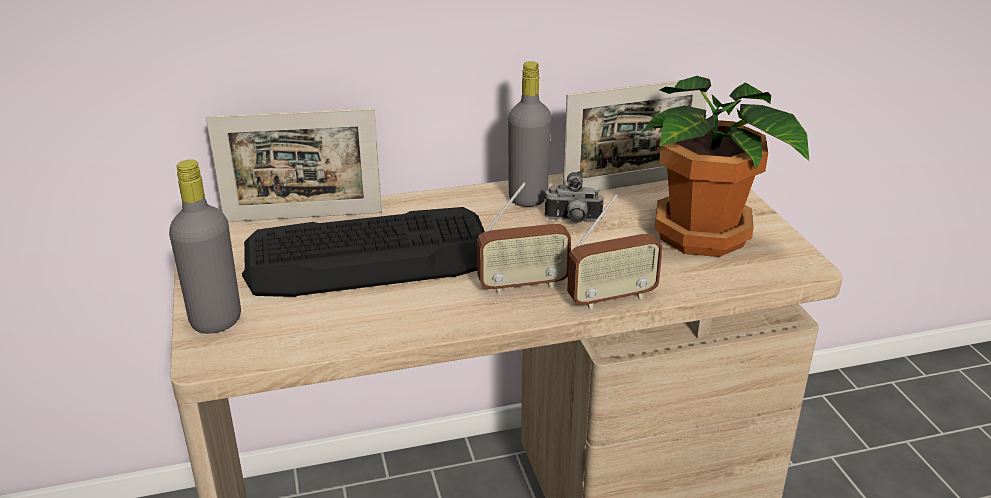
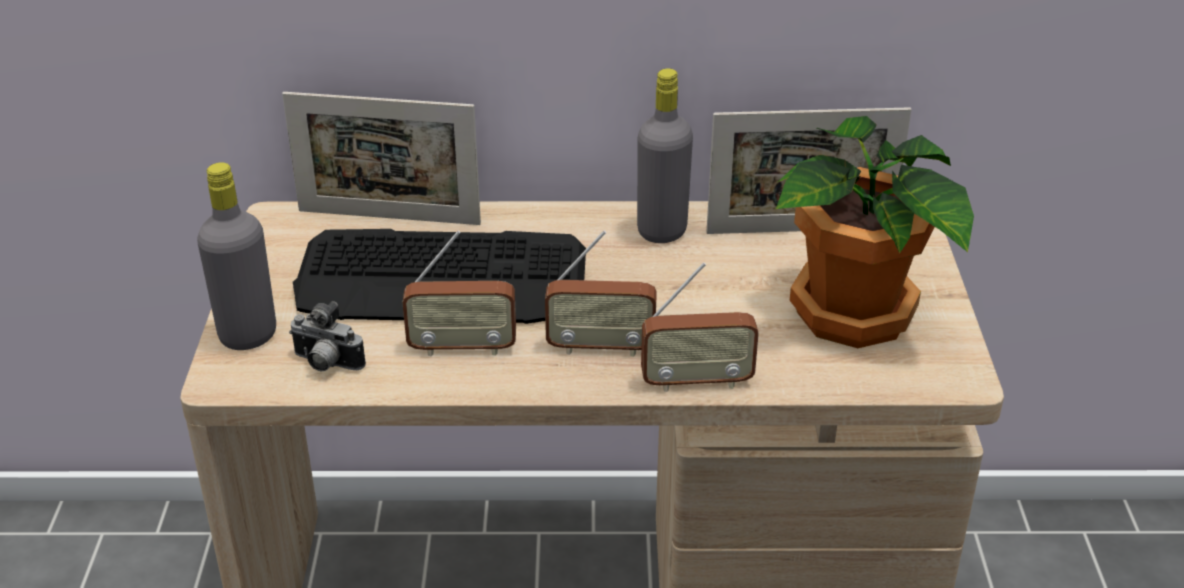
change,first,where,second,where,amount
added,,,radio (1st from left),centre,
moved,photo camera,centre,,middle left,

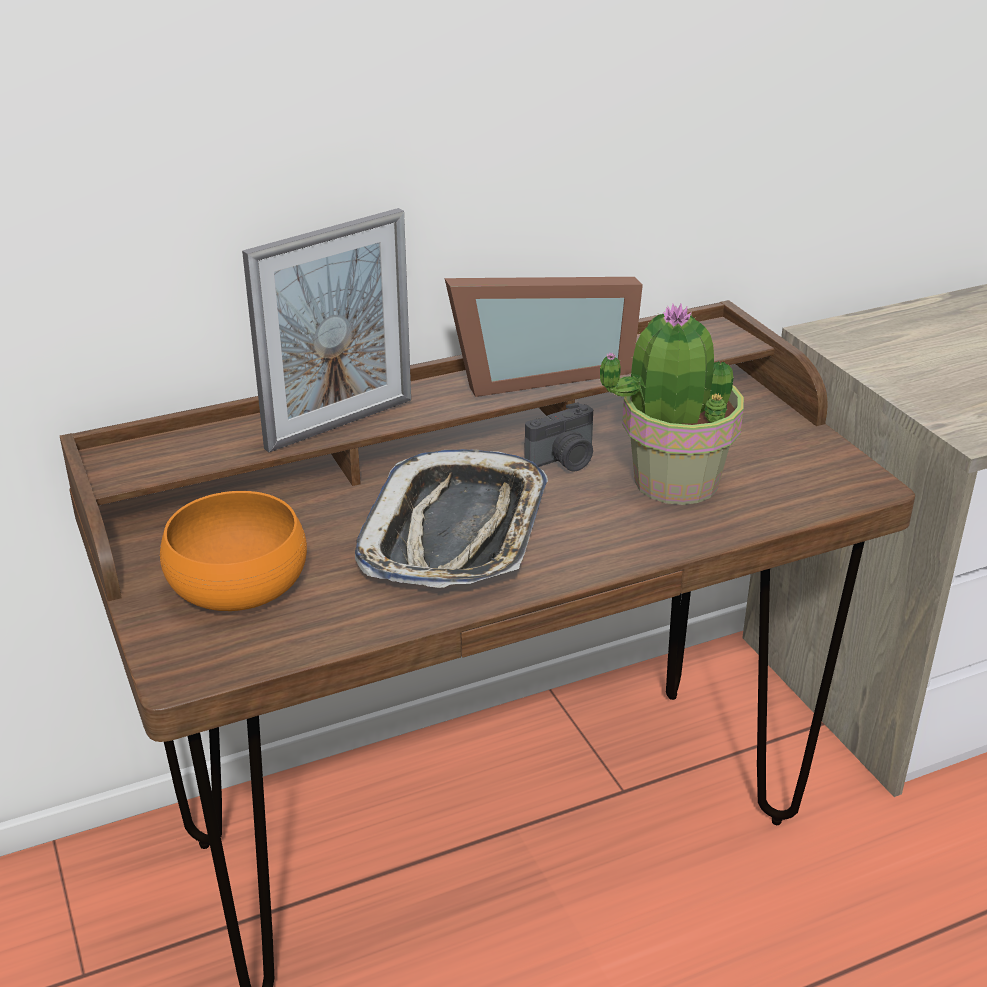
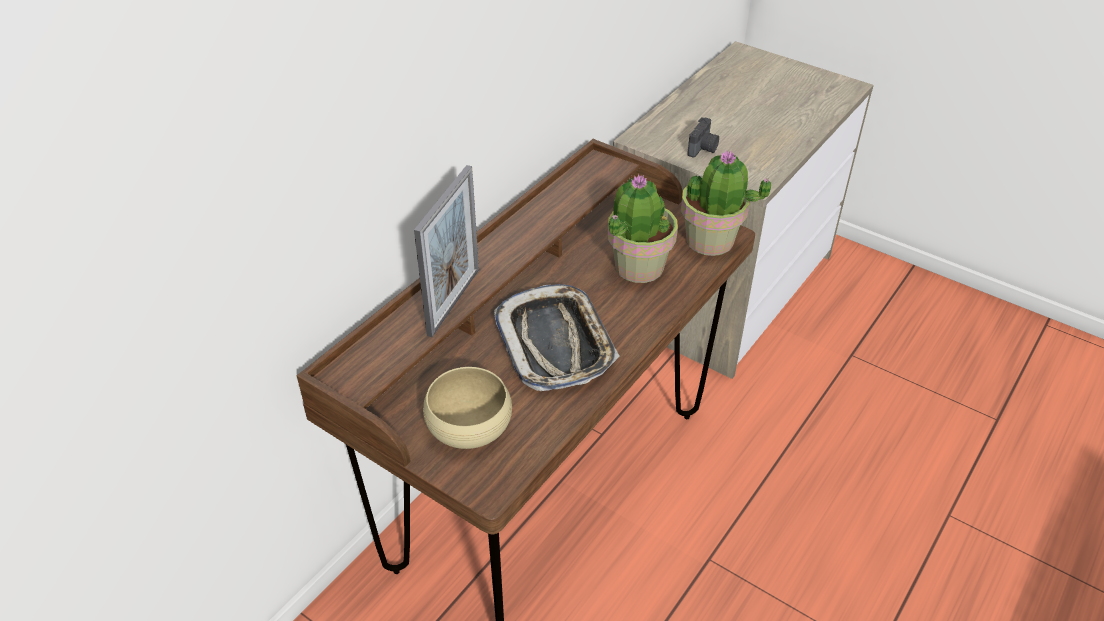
change,first,where,second,where,amount
removed,picture frame (2nd from left),centre,,,
added,,,potted plant (2nd from left),top centre,
moved,photo camera,centre,,top centre,
recoloured,orange bowl,middle left,beige bowl,centre,

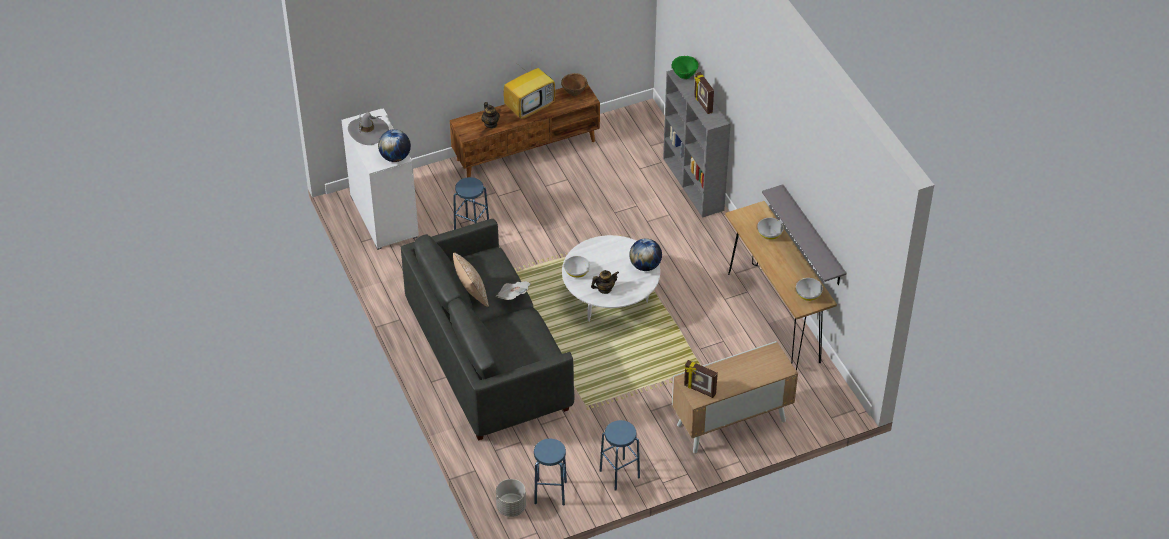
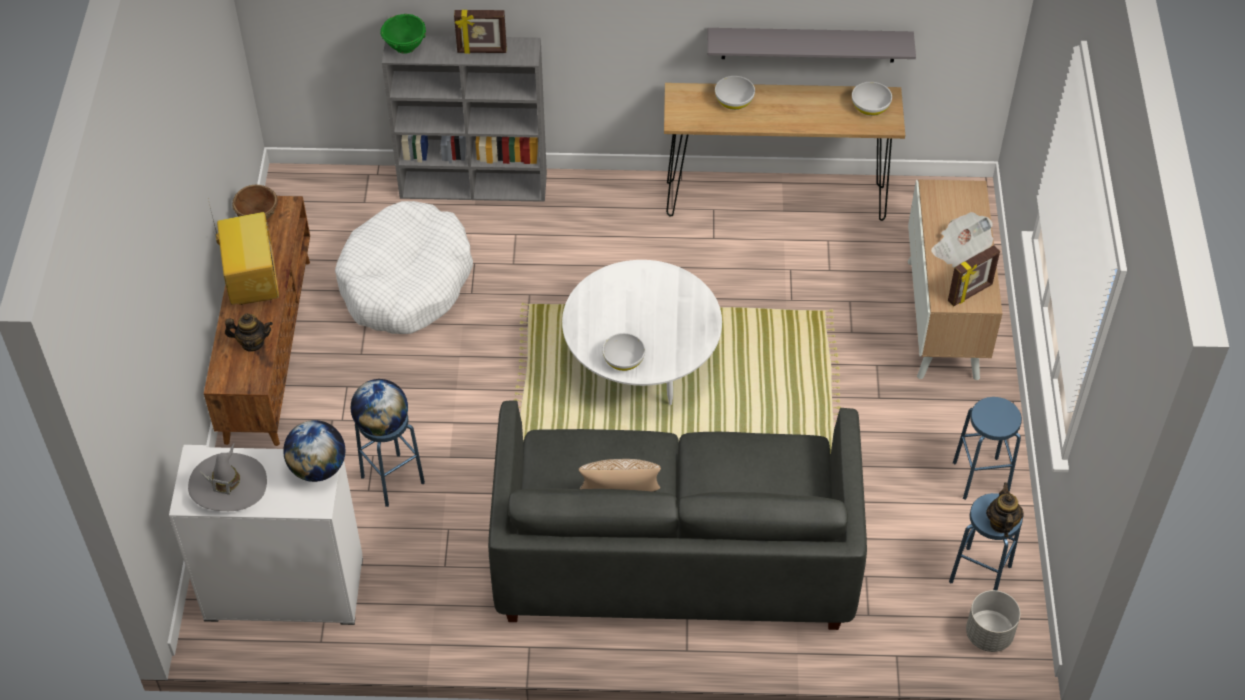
change,first,where,second,where,amount
added,,,white dog bed,middle left,
moved,newspaper,centre,,middle right,
moved,teapot (2nd from left),centre,,bottom right,
moved,globe (2nd from left),centre,,middle left,

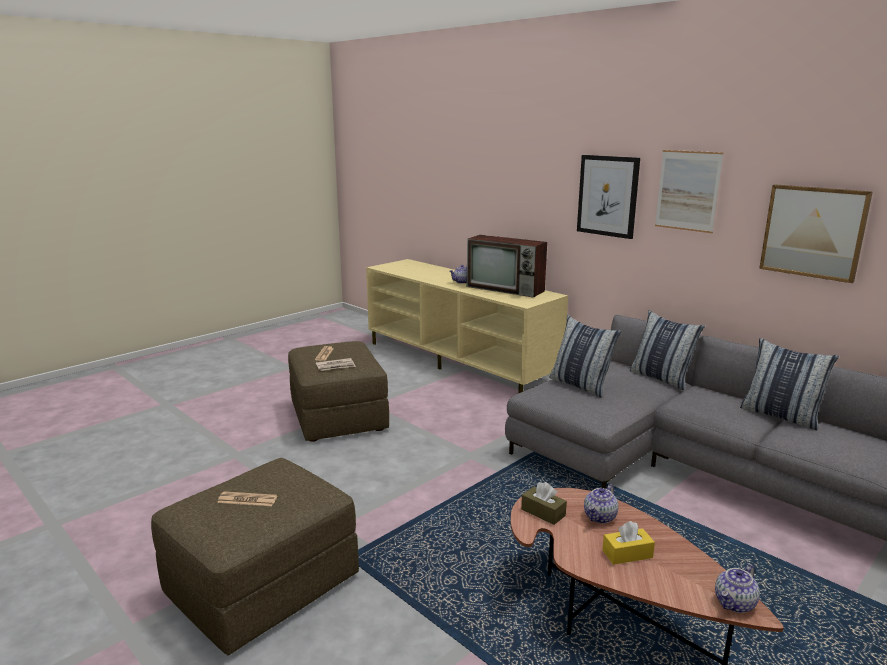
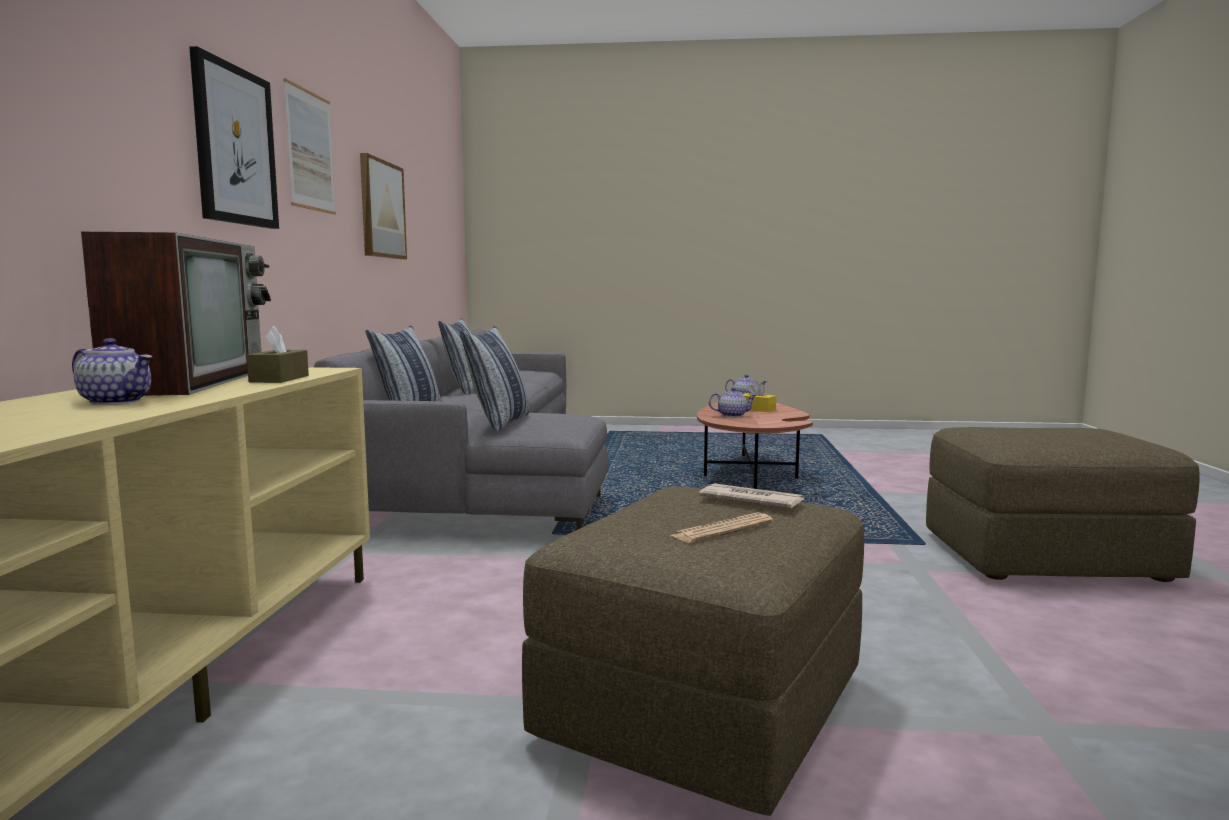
change,first,where,second,where,amount
removed,newspaper (1st from left),bottom left,,,
moved,brown tissue box,bottom centre,,middle left,

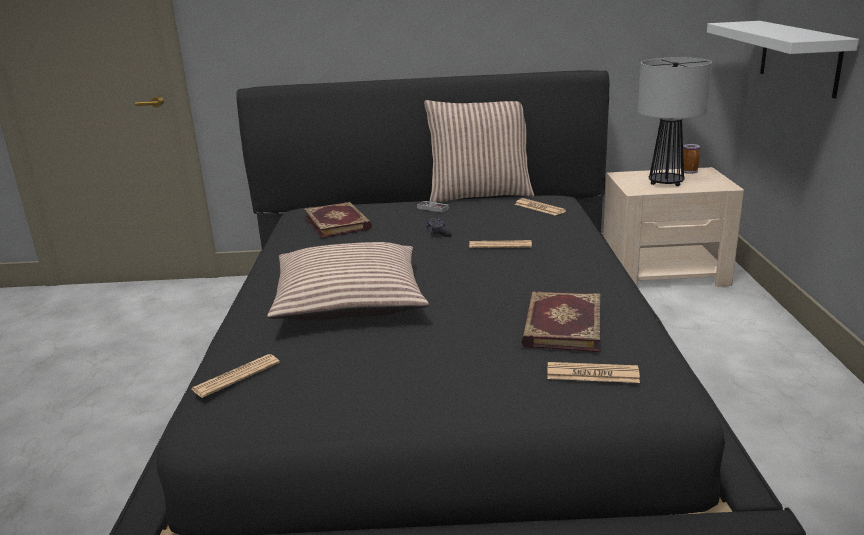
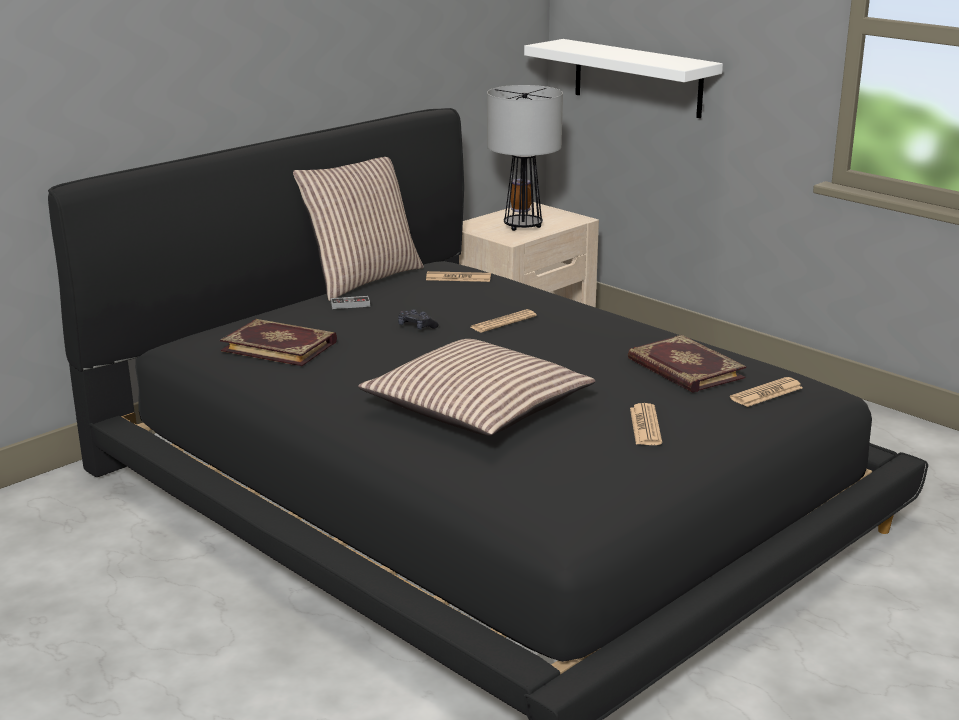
change,first,where,second,where,amount
moved,newspaper (1st from left in the first image),bottom left,newspaper (3rd from left),middle right,

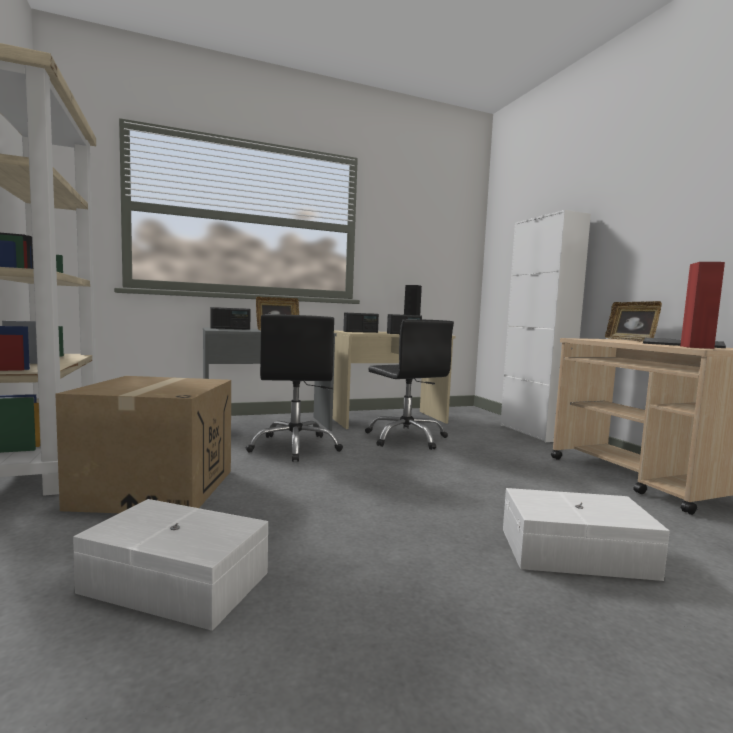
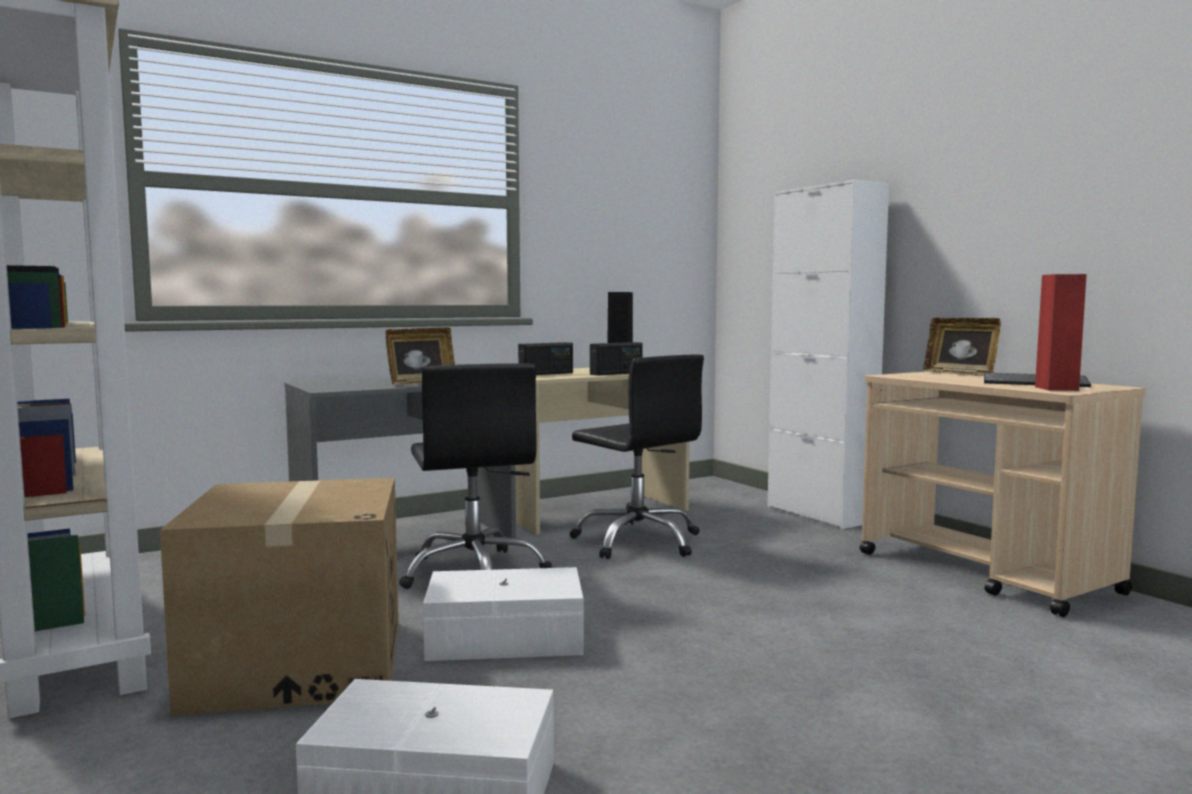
change,first,where,second,where,amount
removed,radio (1st from left),middle left,,,
moved,white storage box (2nd from left),bottom right,,bottom centre,

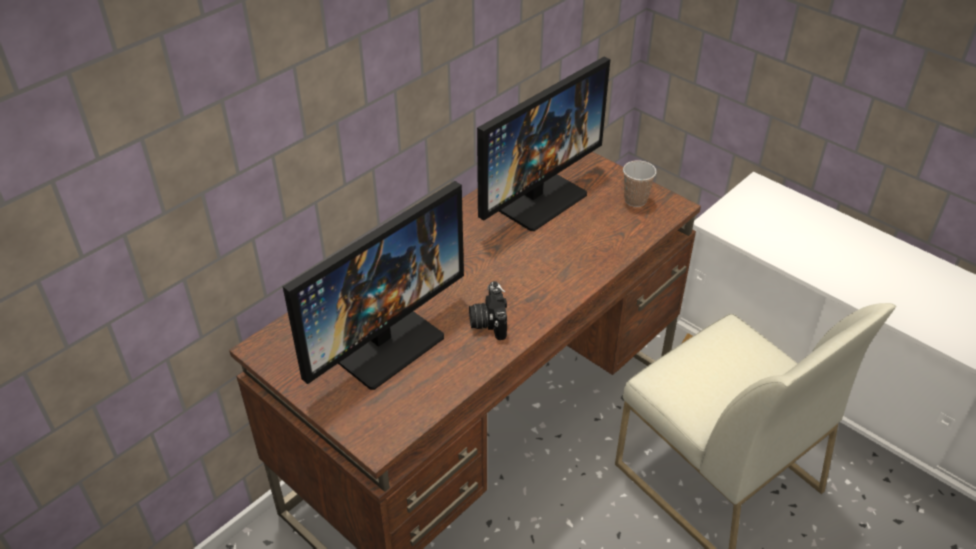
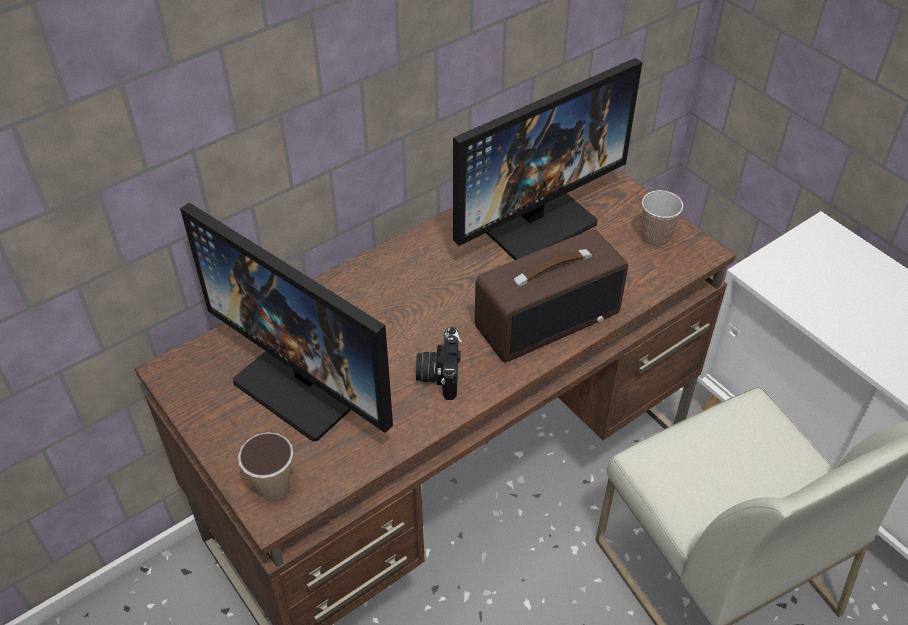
change,first,where,second,where,amount
added,,,cup (1st from left),bottom left,
added,,,radio,centre,
turned,monitor (1st from left),centre,,middle left,75 degrees clockwise

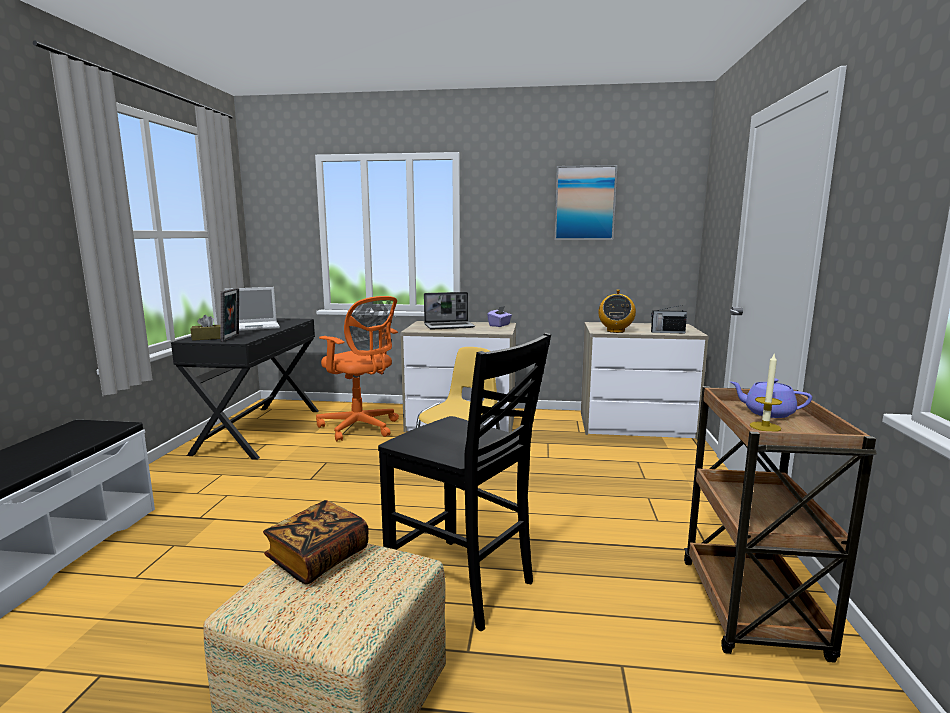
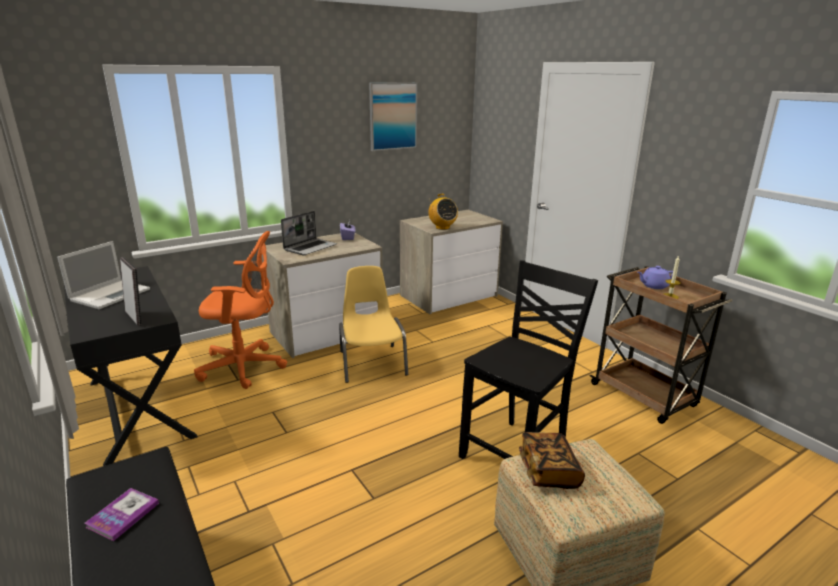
change,first,where,second,where,amount
removed,brown tissue box,middle left,,,
removed,radio (2nd from left),middle right,,,
added,,,book (1st from left),bottom left,
turned,black chair,bottom centre,,centre,45 degrees counterclockwise

